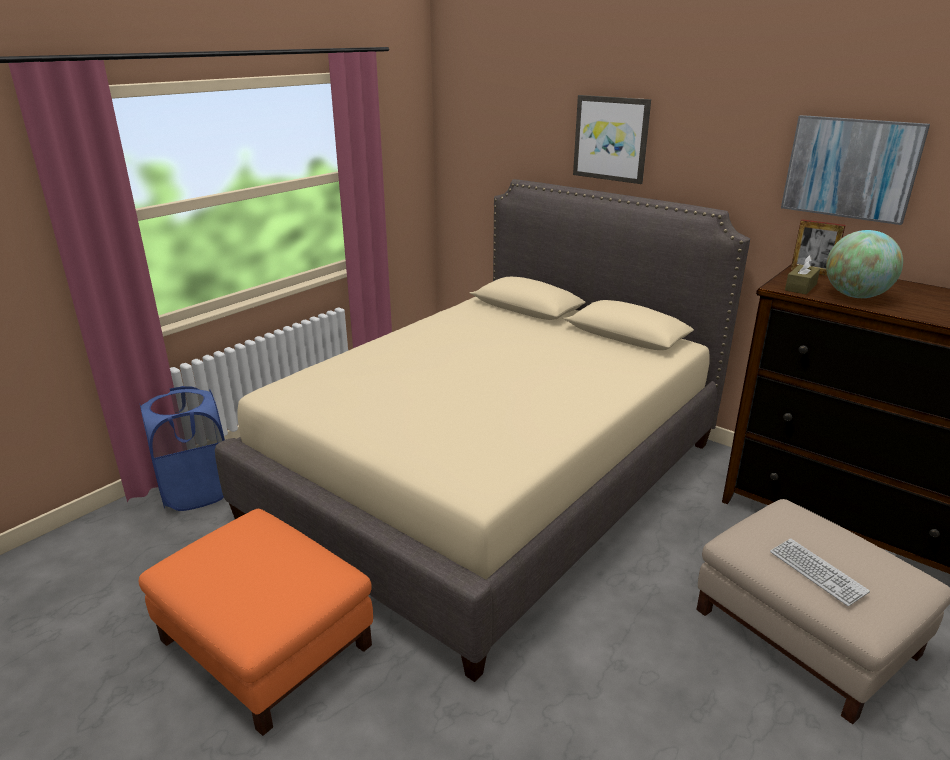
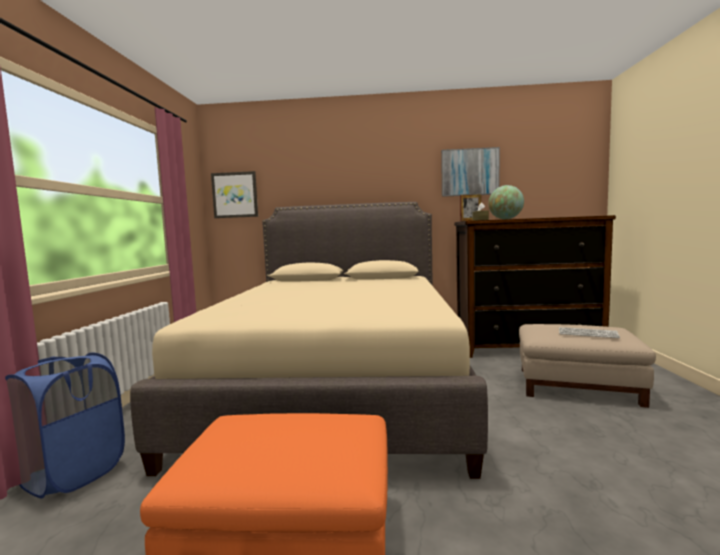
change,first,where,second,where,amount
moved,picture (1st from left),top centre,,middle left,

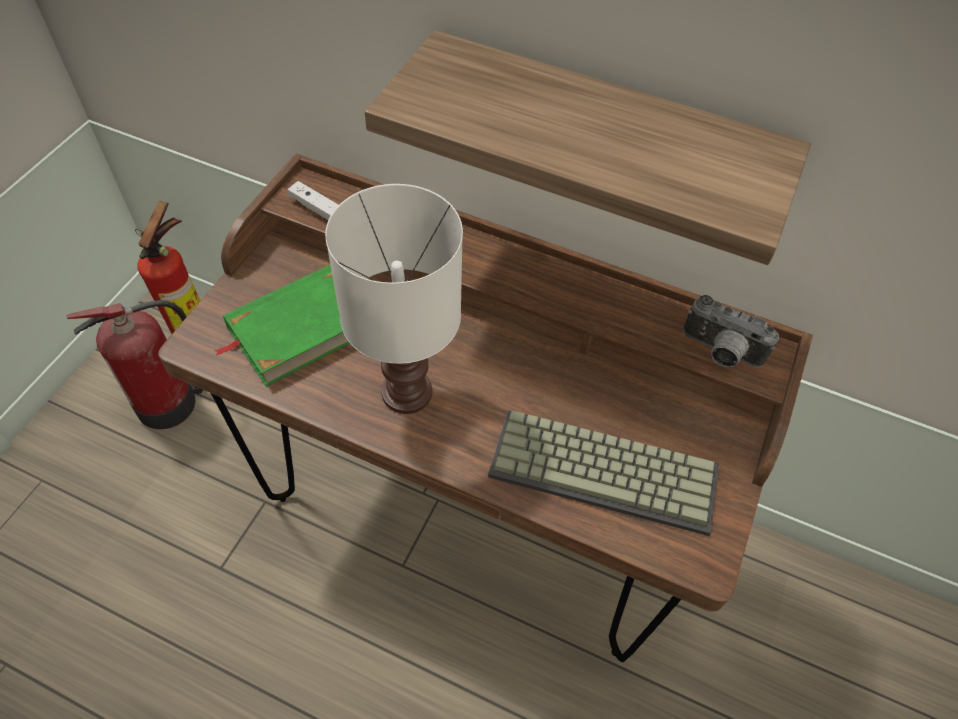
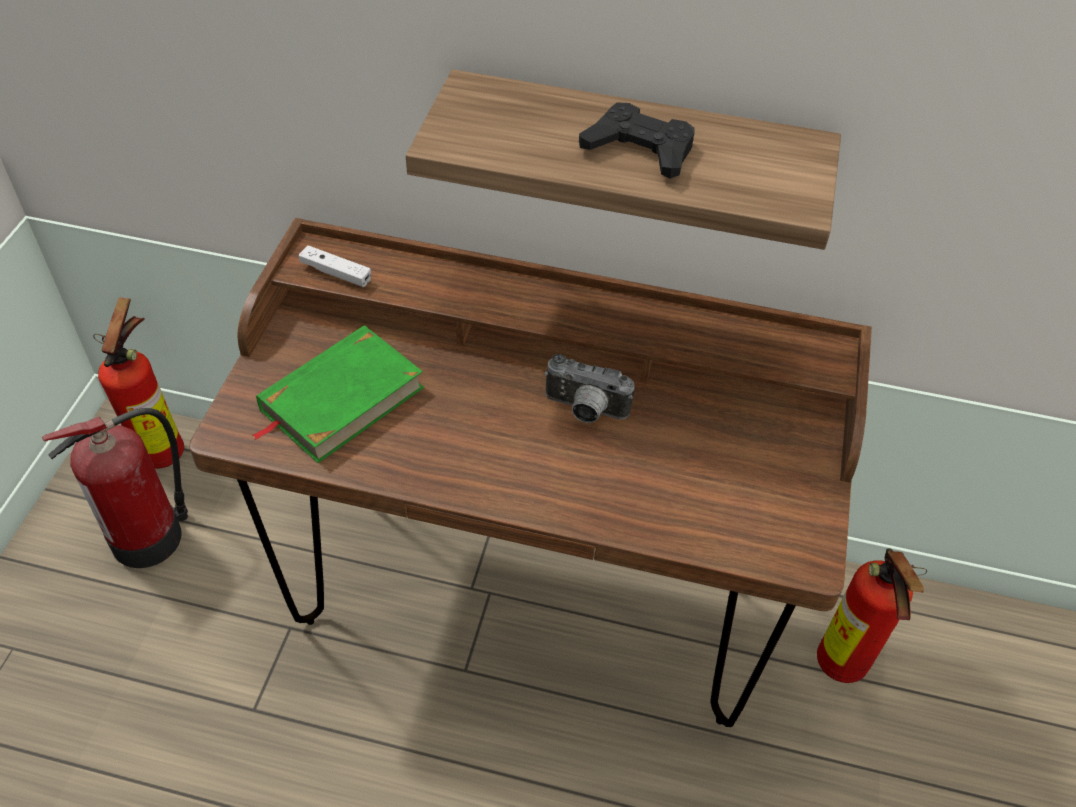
change,first,where,second,where,amount
removed,white table lamp,centre,,,
removed,keyboard,centre,,,
added,,,black game controller,top centre,
added,,,fire extinguisher (3rd from left),bottom right,
moved,photo camera,middle right,,centre,

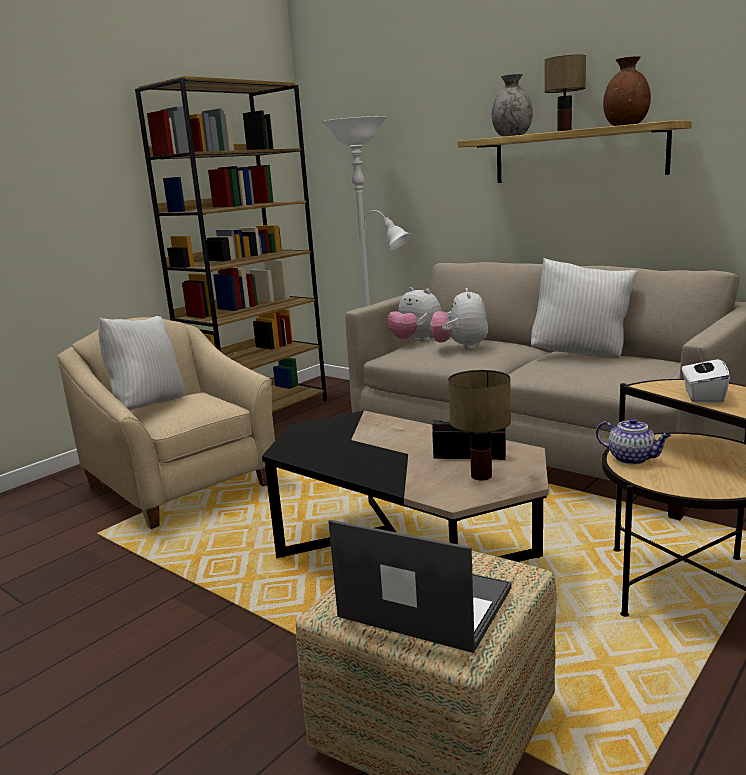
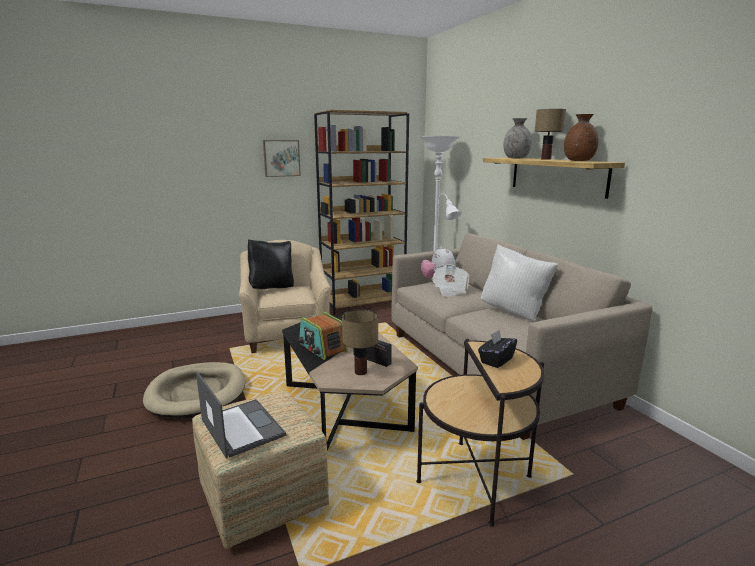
change,first,where,second,where,amount
removed,teapot,middle right,,,
added,,,beige dog bed,bottom left,
added,,,picture,top centre,
added,,,radio (1st from left),centre,
replaced,plush toy (2nd from left),centre,newspaper,centre,
recoloured,white pillow (1st from left),middle left,black pillow,centre,
recoloured,white tissue box,middle right,black tissue box,centre,

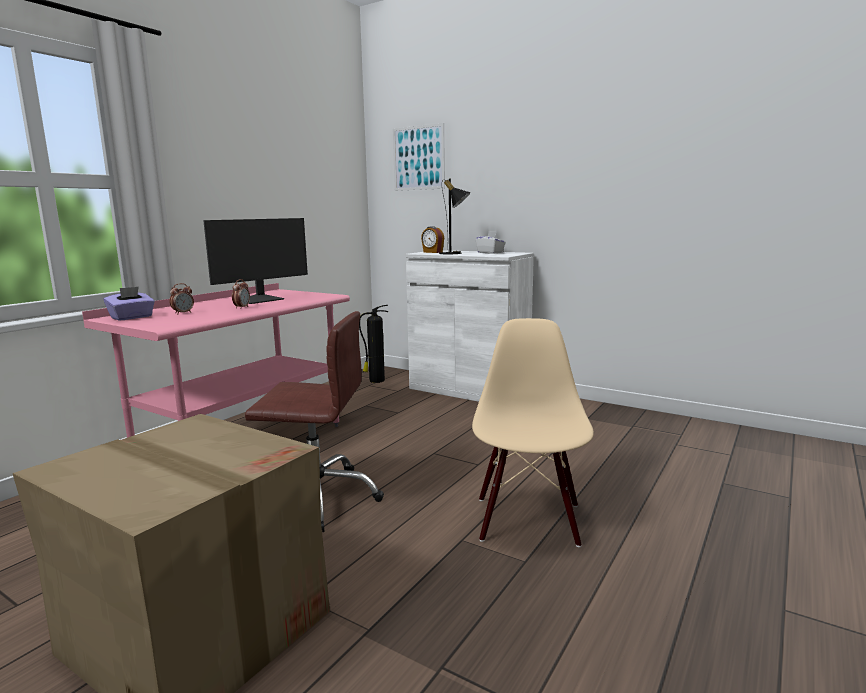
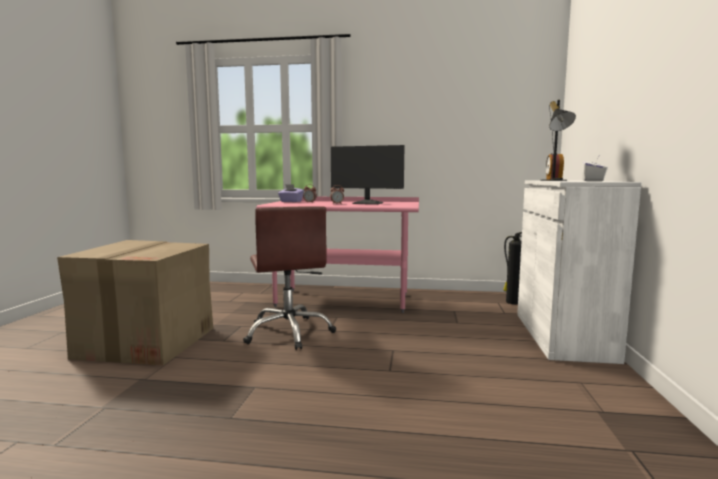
change,first,where,second,where,amount
removed,picture,top centre,,,
removed,beige chair,centre,,,

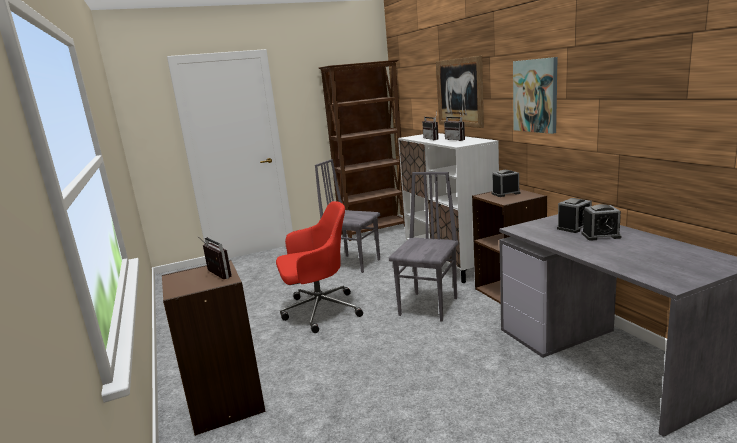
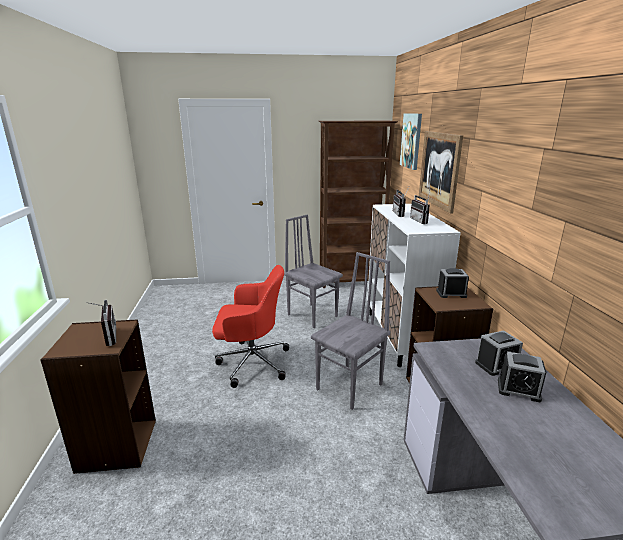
change,first,where,second,where,amount
moved,picture (2nd from left in the first image),top right,picture (1st from left),top centre,

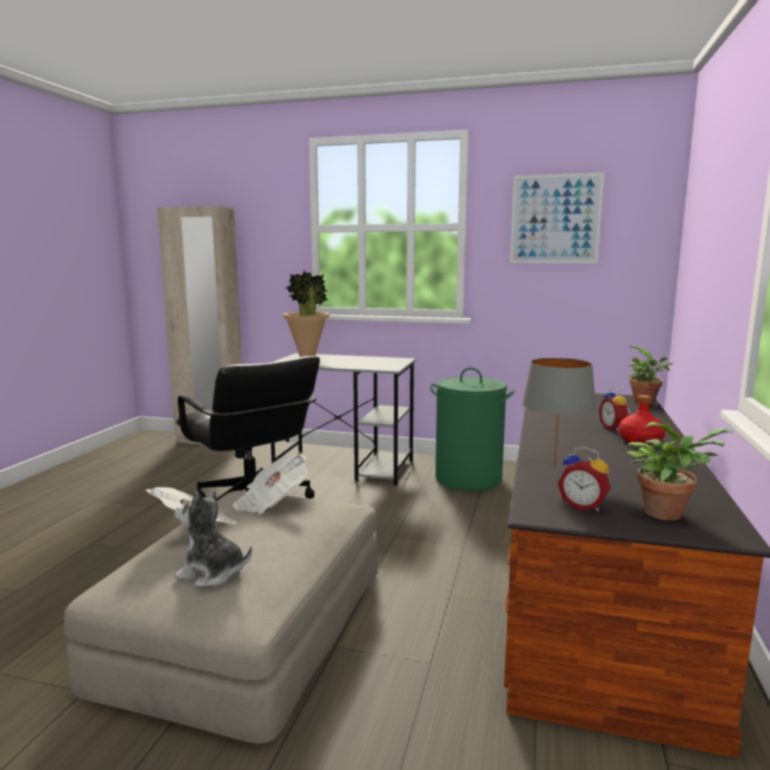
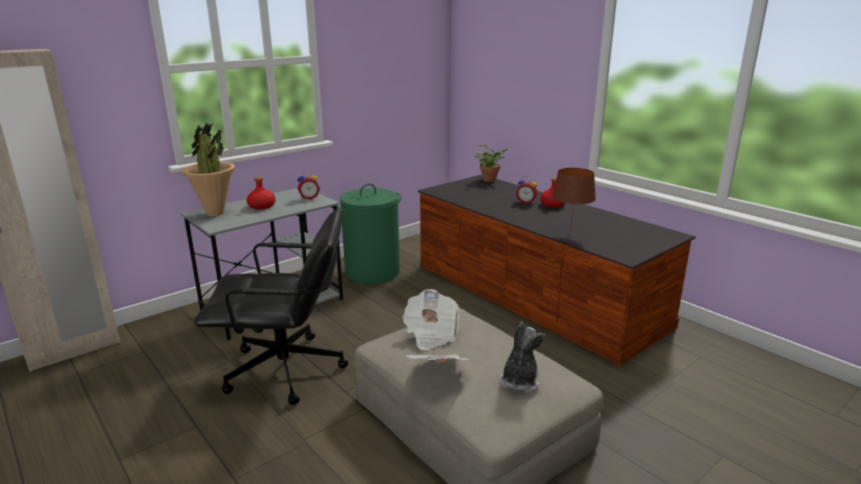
change,first,where,second,where,amount
removed,picture,top right,,,
removed,potted plant (3rd from left),middle right,,,
added,,,red bottle (1st from left),middle left,
moved,alarm clock (1st from left),middle right,,centre,
recoloured,grey table lamp,middle right,brown table lamp,middle right,
turned,plush toy,bottom left,,bottom centre,150 degrees clockwise

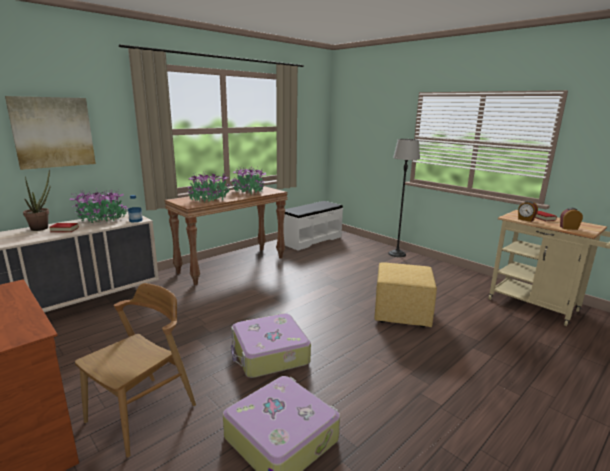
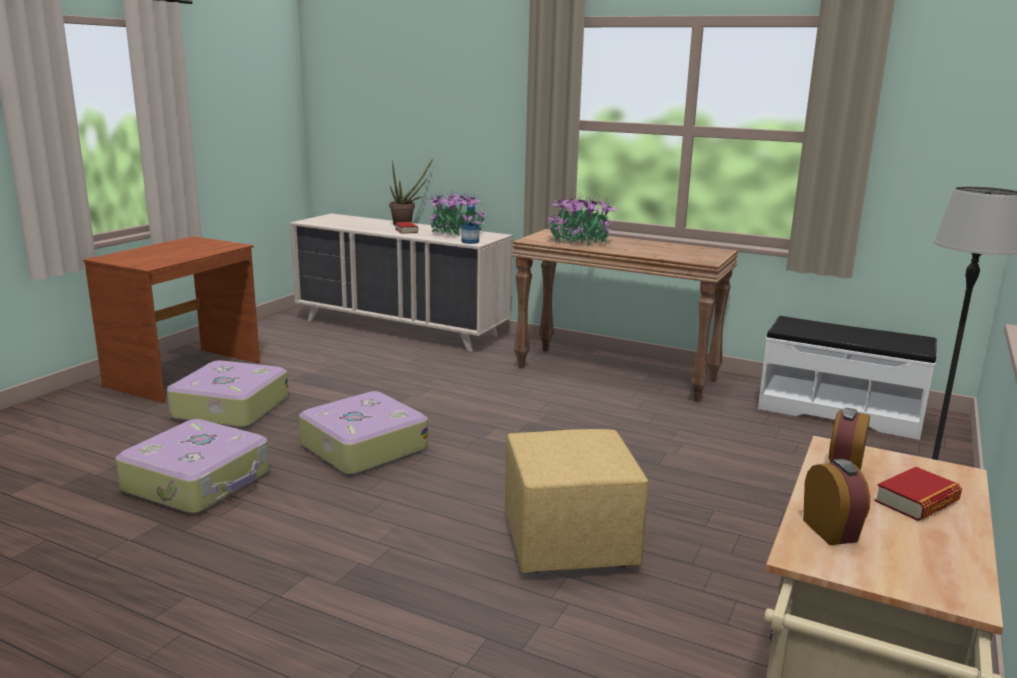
change,first,where,second,where,amount
removed,picture,top left,,,
removed,potted plant (4th from left),centre,,,
replaced,brown chair,bottom left,suitcase (2nd from left),middle left,

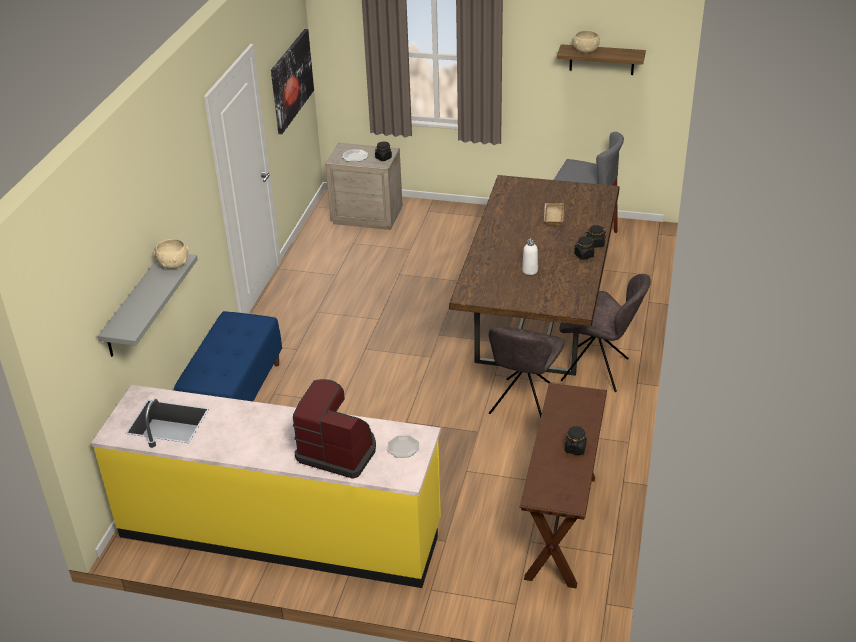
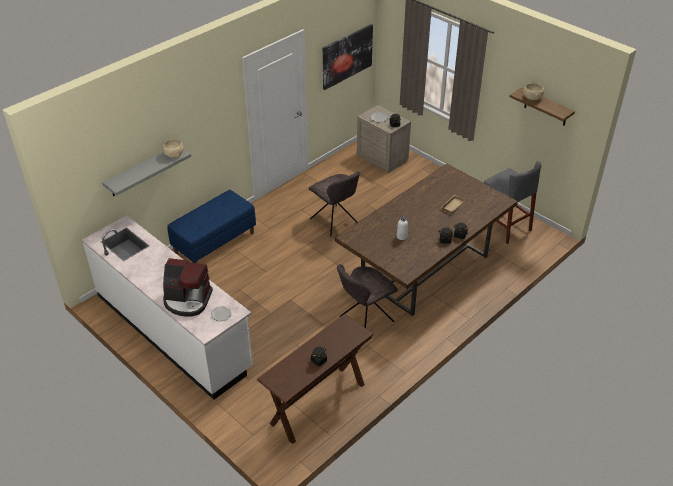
change,first,where,second,where,amount
moved,grey chair (2nd from left in the first image),middle right,grey chair (1st from left),centre,
recoloured,yellow counter,bottom left,white counter,middle left,
turned,coffee machine,bottom centre,,middle left,135 degrees clockwise

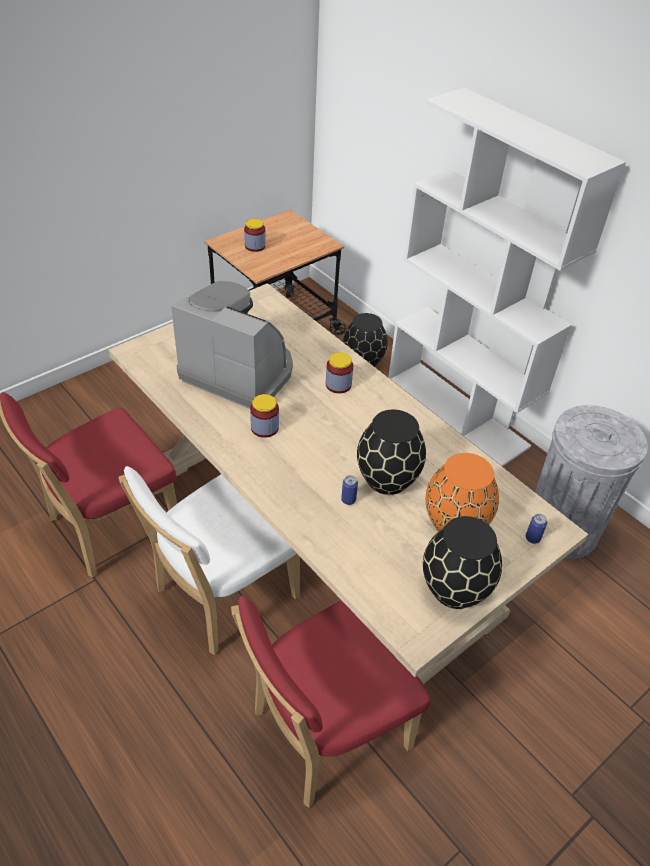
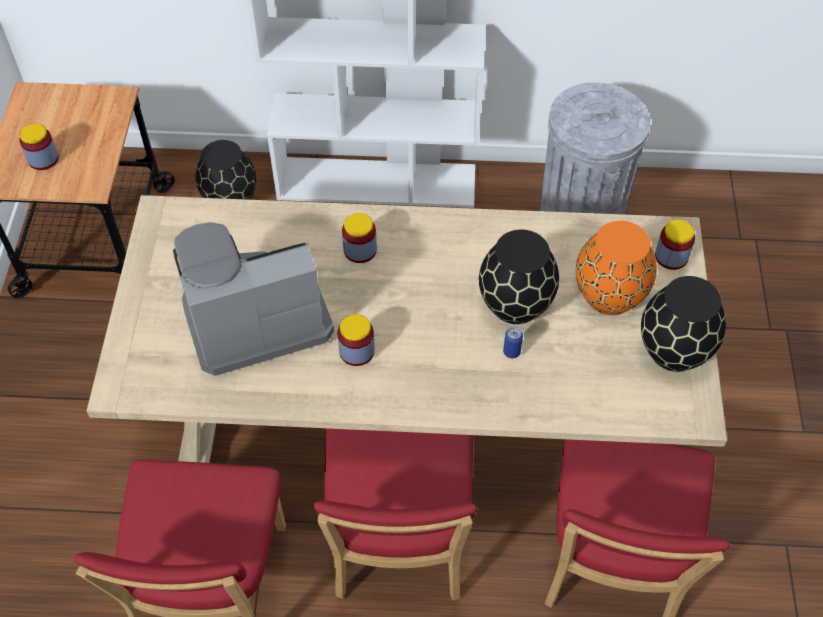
change,first,where,second,where,amount
replaced,can (2nd from left),middle right,jar (4th from left),middle right,
recoloured,white chair,middle left,red chair (2nd from left),bottom centre,

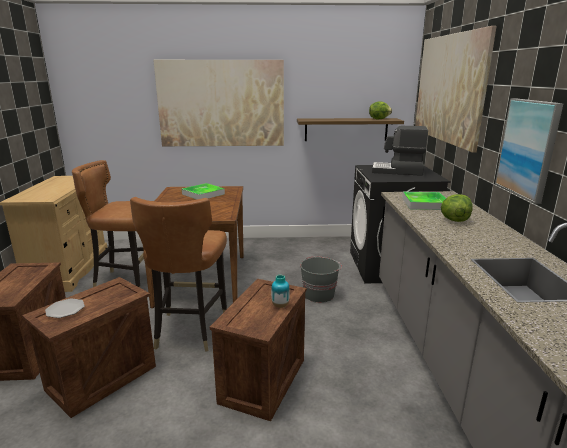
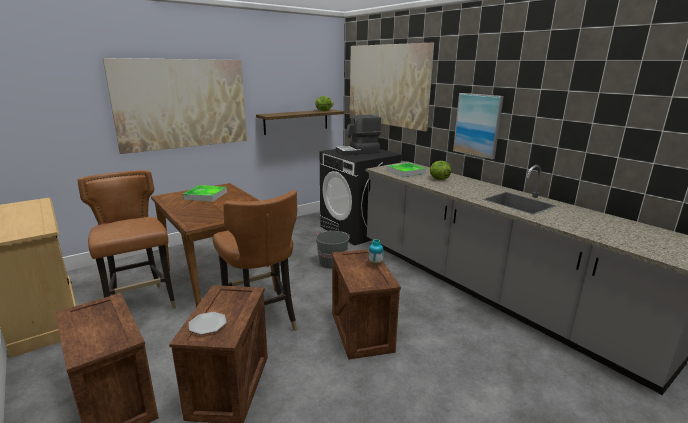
change,first,where,second,where,amount
turned,brown chair (1st from left),middle left,,middle left,90 degrees clockwise

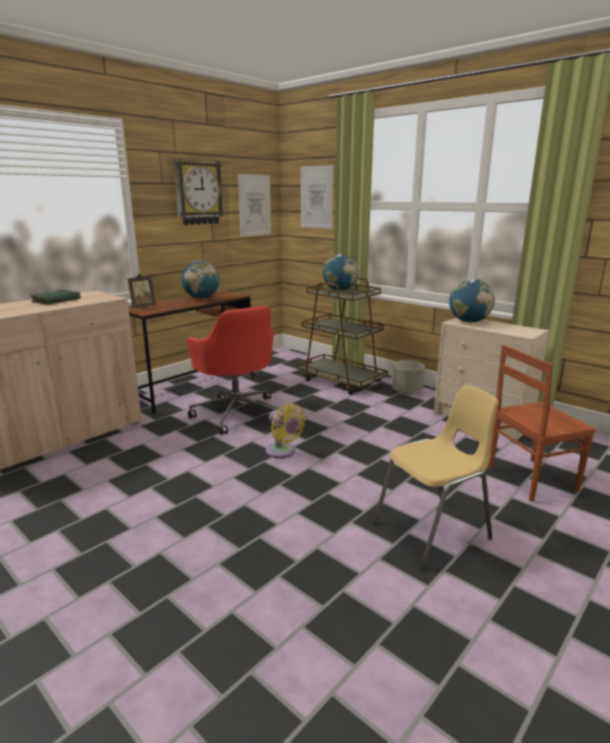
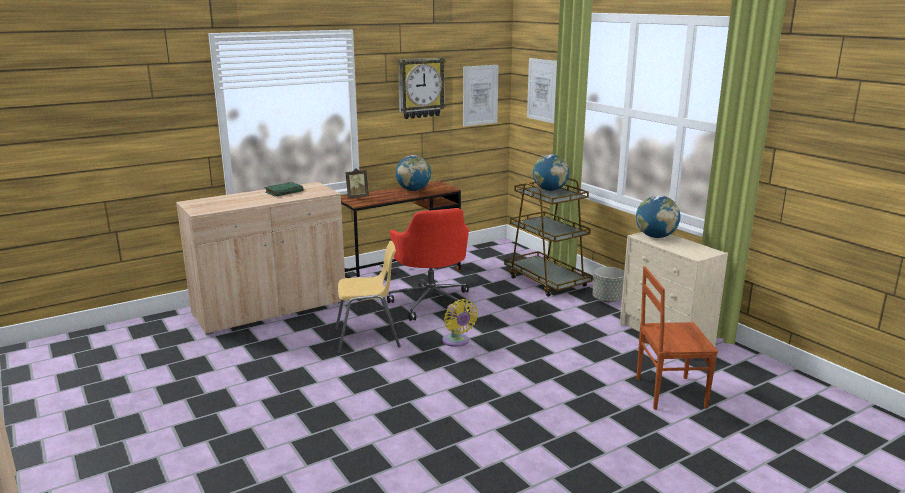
change,first,where,second,where,amount
moved,yellow chair,middle right,,centre,

